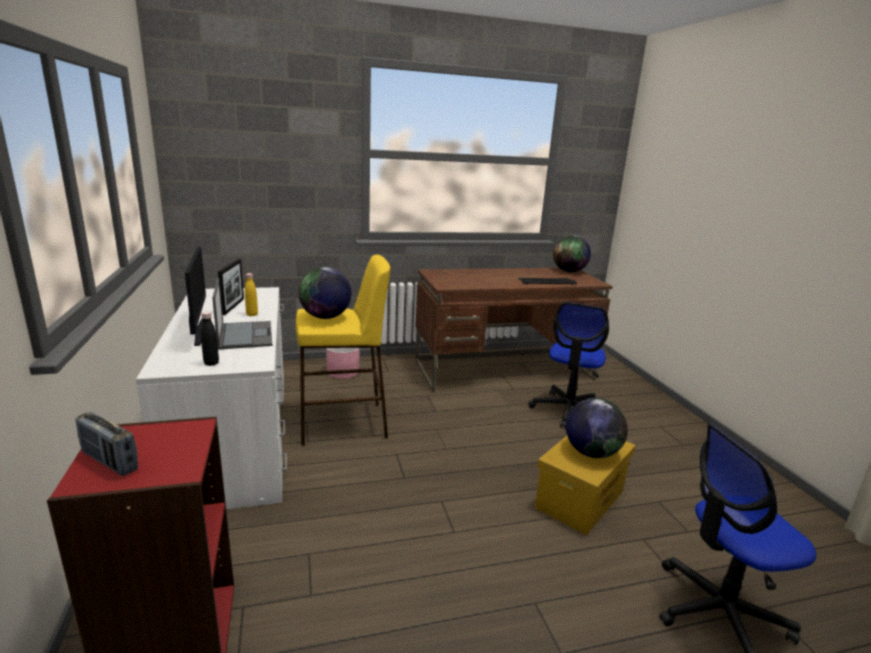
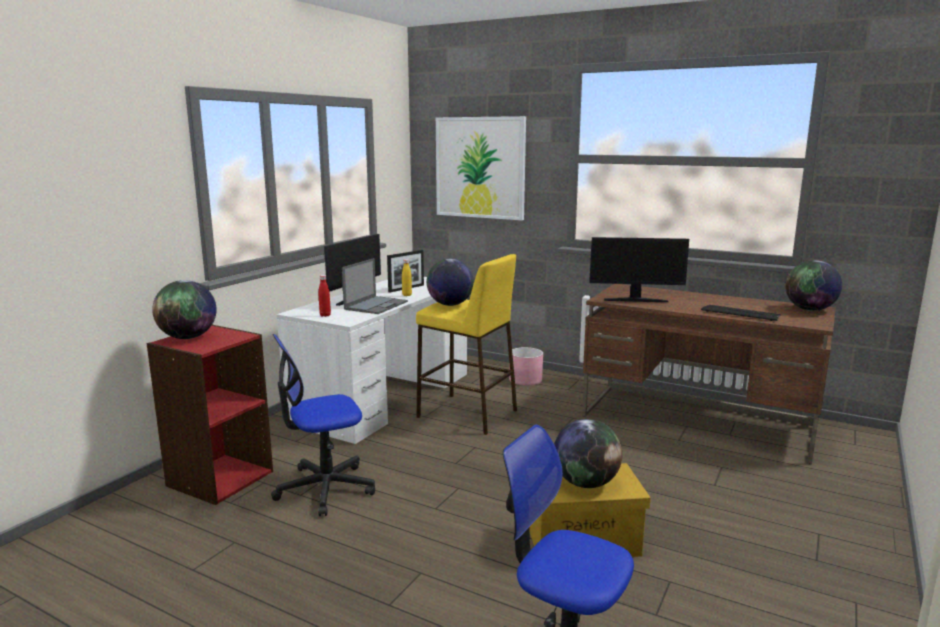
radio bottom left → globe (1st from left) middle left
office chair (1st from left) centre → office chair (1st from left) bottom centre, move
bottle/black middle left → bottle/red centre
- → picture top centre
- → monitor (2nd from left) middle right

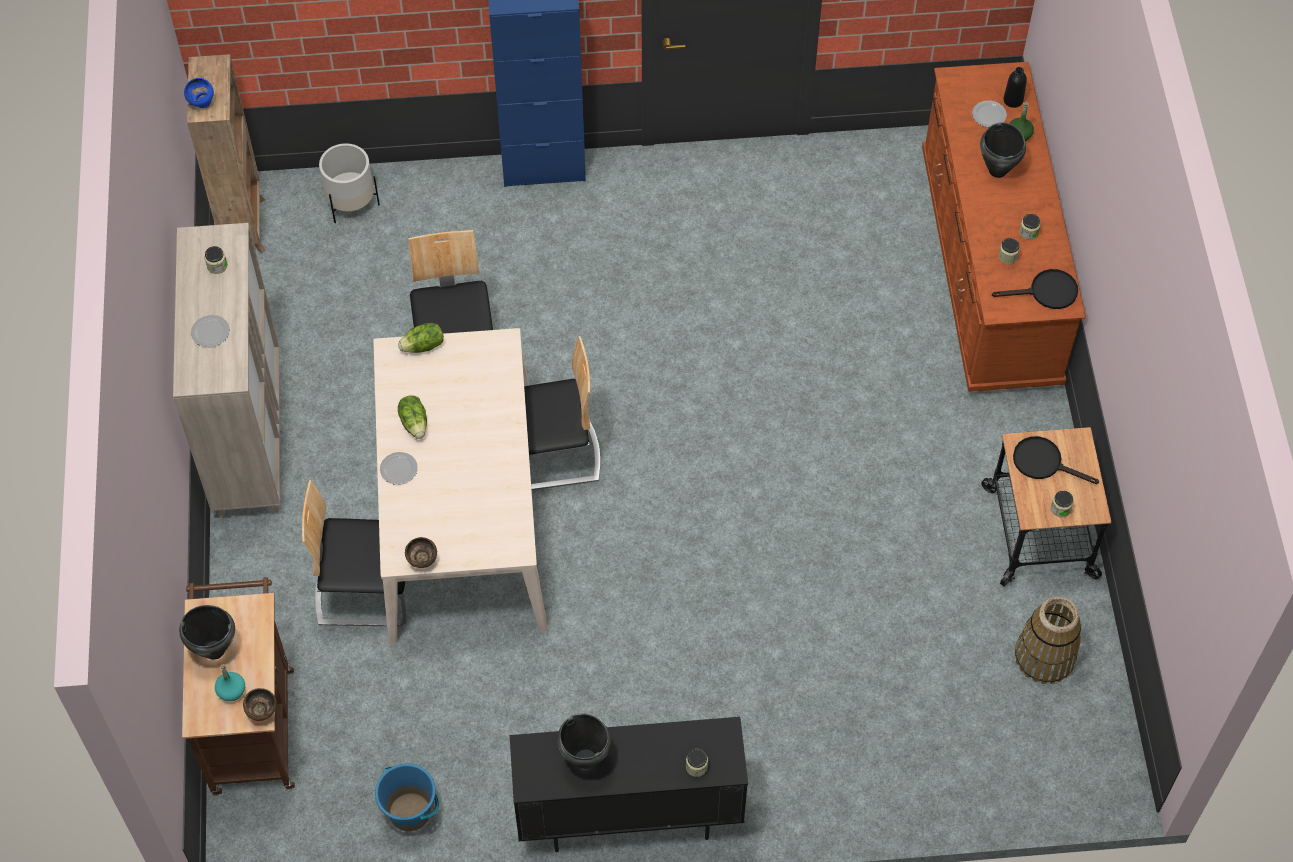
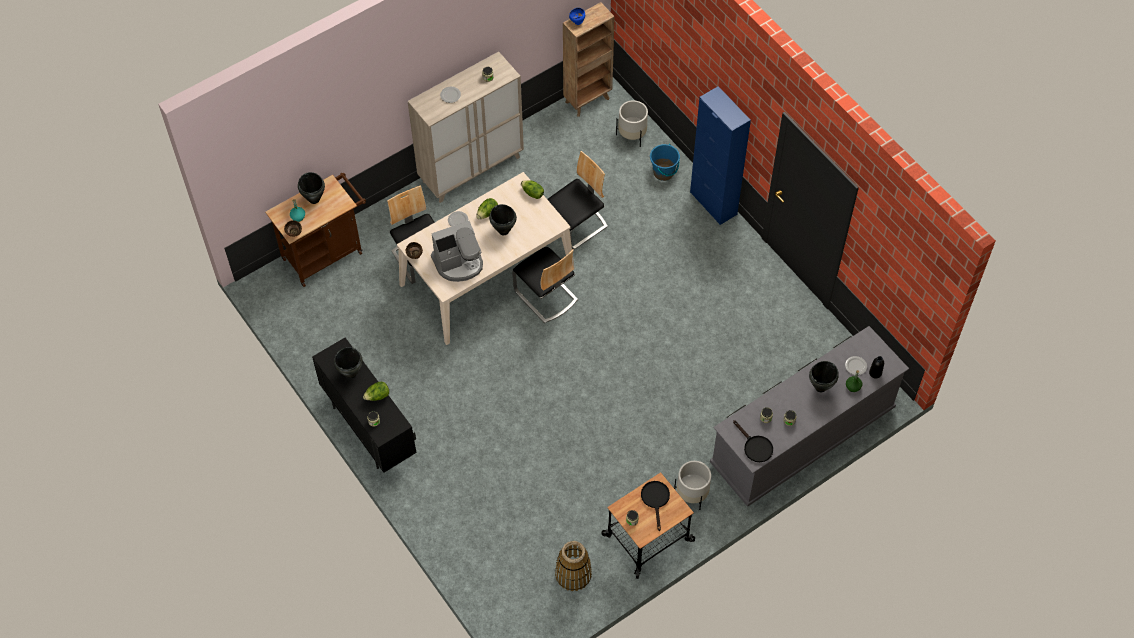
- → lettuce (1st from left) middle left
- → coffee machine centre
- → cooking pot/black (3rd from left) centre
bucket/blue bottom left → bucket/blue top centre, move
- → planter/white (2nd from left) bottom centre
dresser/brown top right → dresser/grey middle right

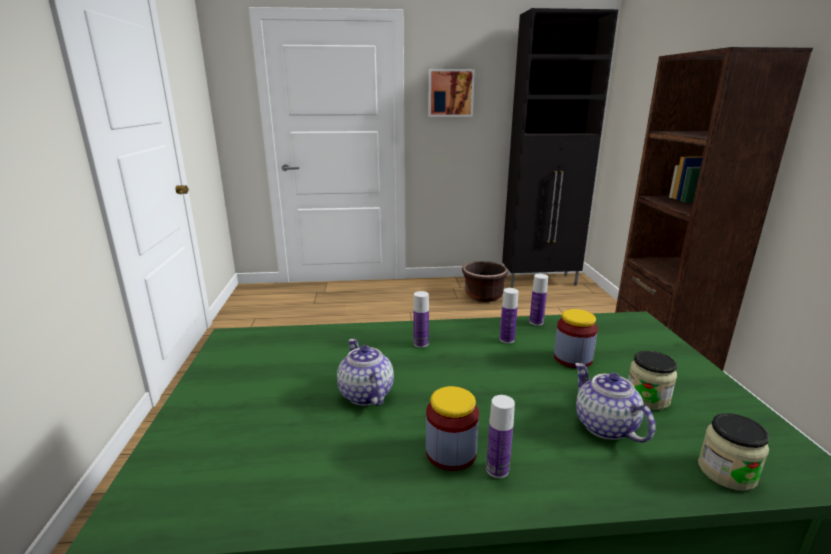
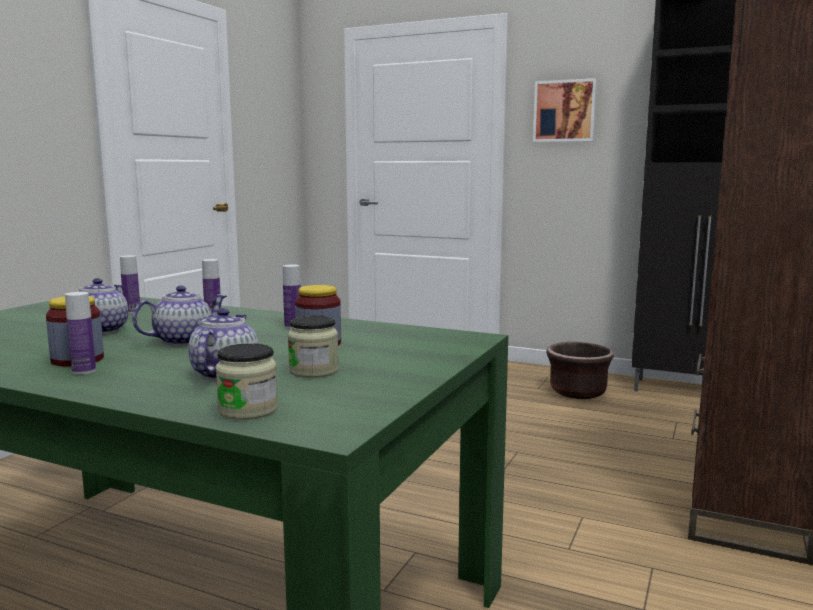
bottle (4th from left in the first image) centre → bottle (2nd from left) middle left, move
- → teapot (2nd from left) middle left

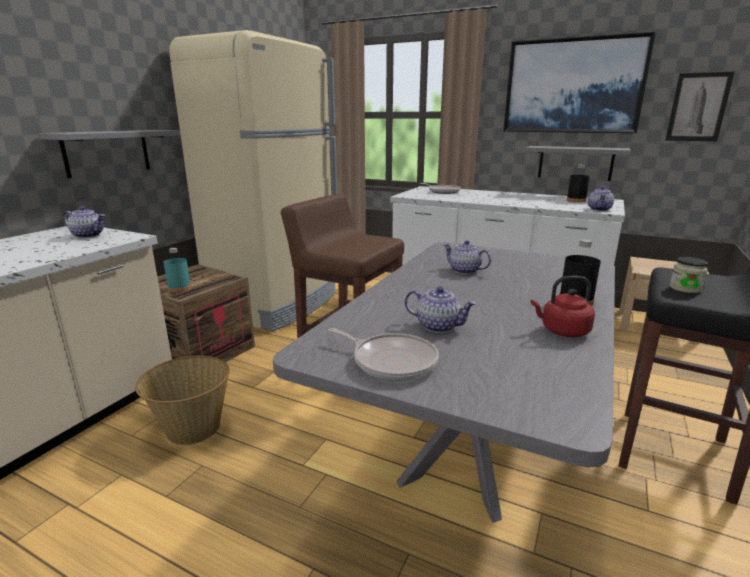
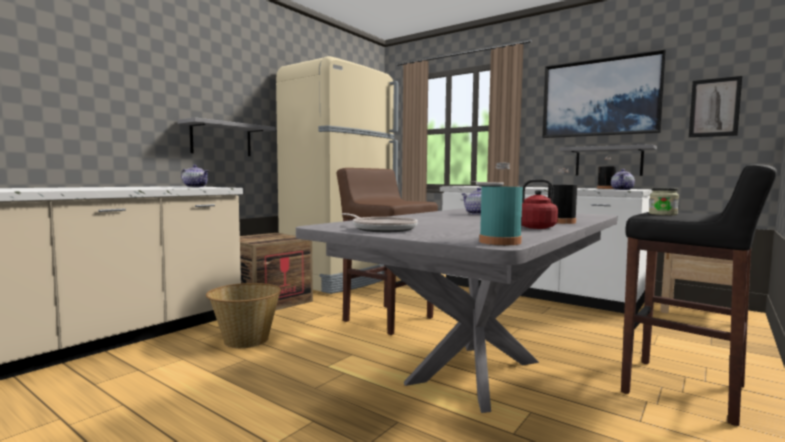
bottle/turquoise middle left → bottle/turquoise centre, move
teapot (2nd from left) centre → -

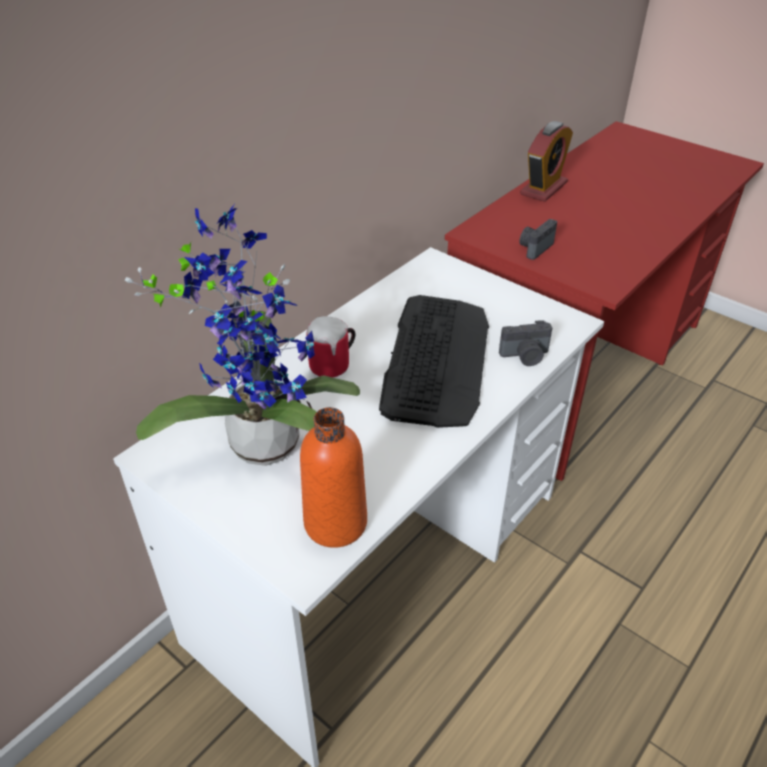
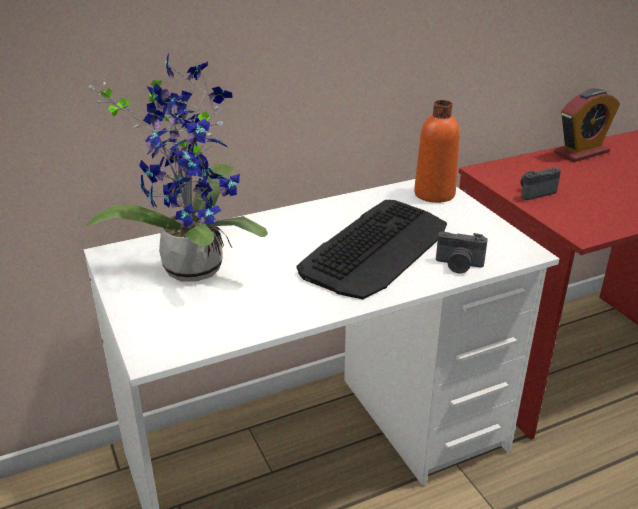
bottle/orange centre → bottle/orange top right, move
mug centre → -

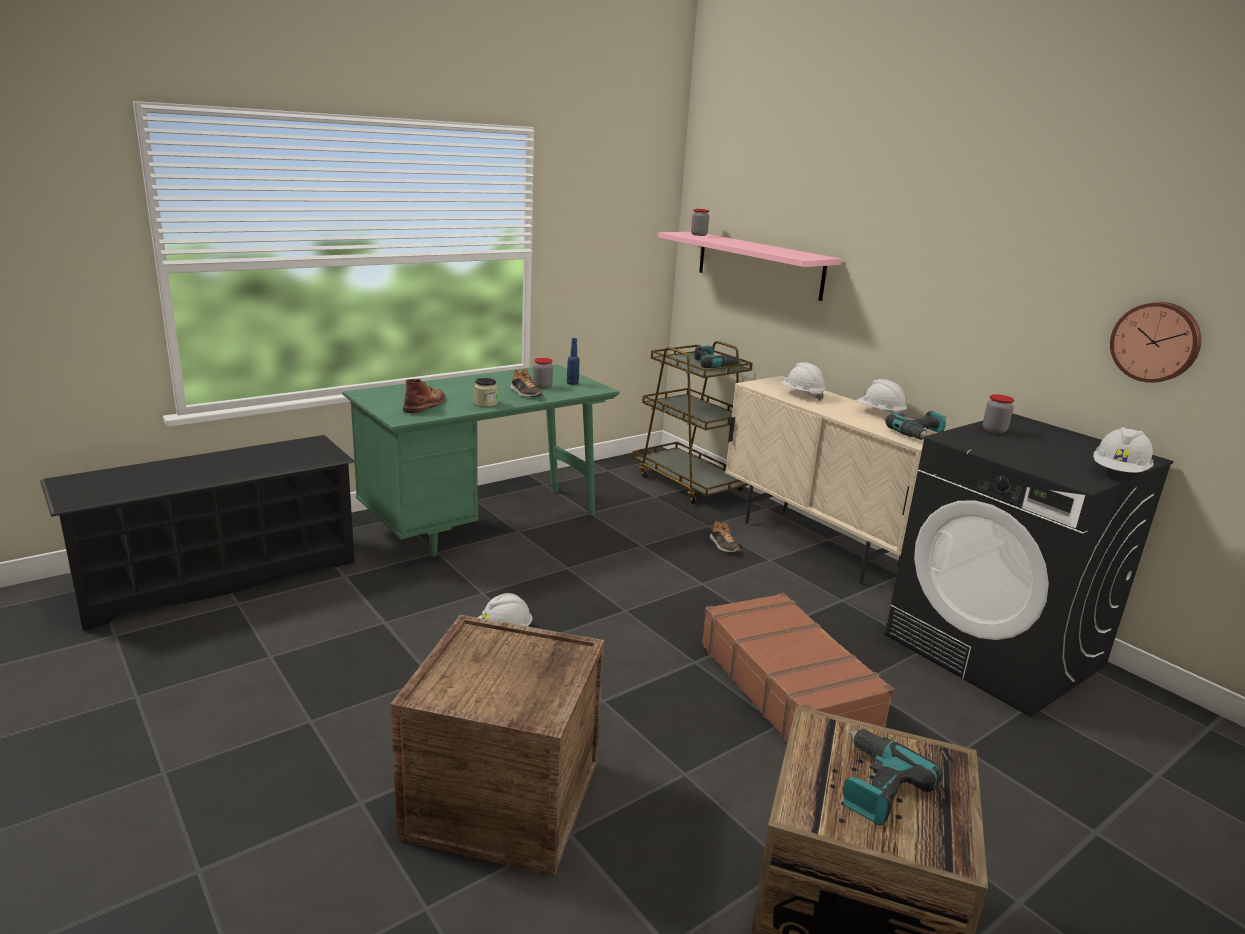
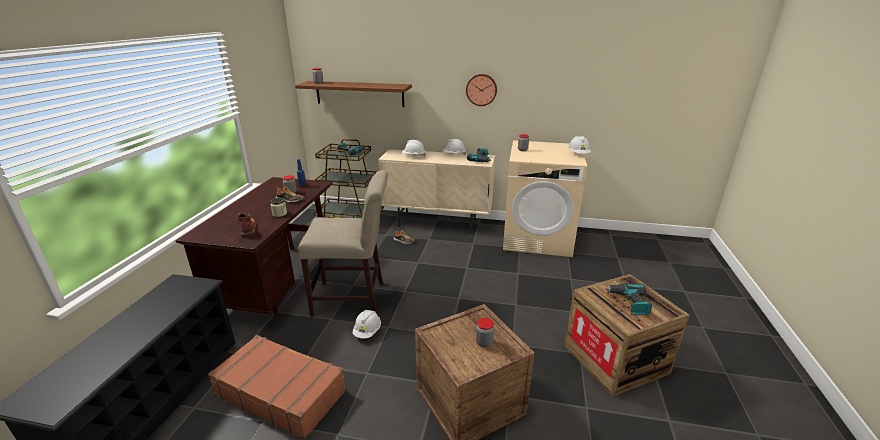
desk/green centre → desk/brown middle left
suitcase/brown bottom centre → suitcase/brown bottom left, move
shelf/pink top centre → shelf/brown top centre
- → chair/beige centre
wall clock middle right → wall clock top centre, move
- → jar (4th from left) bottom centre
washing machine/black middle right → washing machine/beige centre

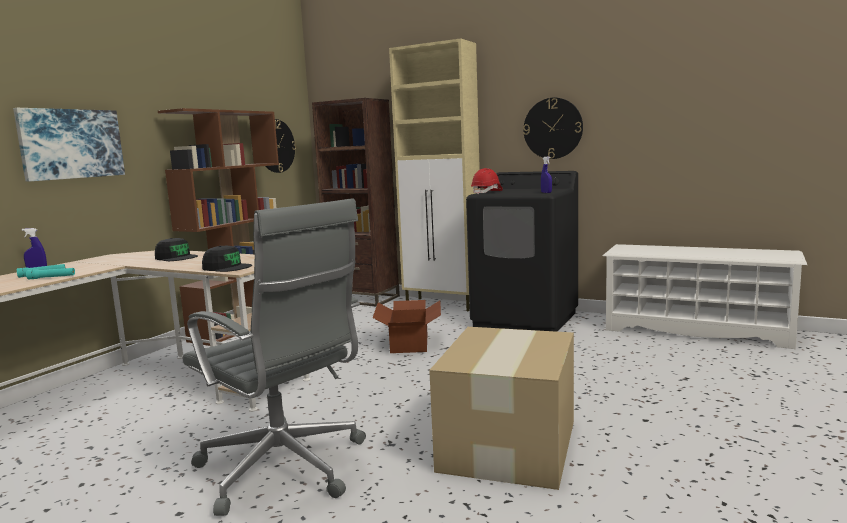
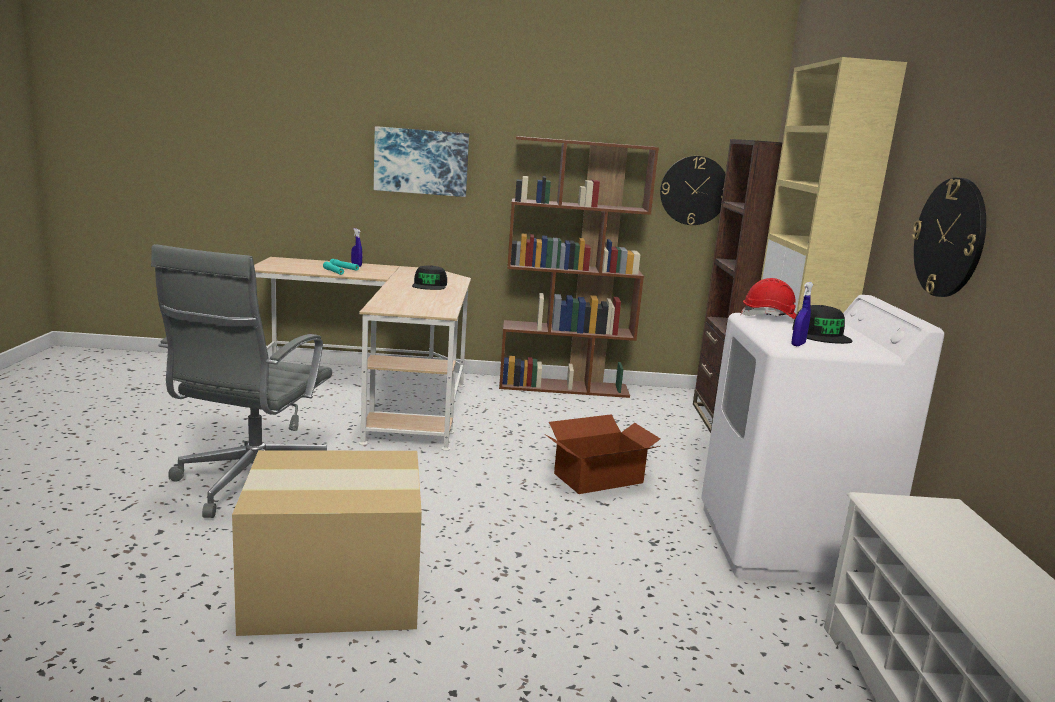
washing machine/black centre → washing machine/white middle right
cap/black (2nd from left) middle left → cap/black (2nd from left) middle right, move

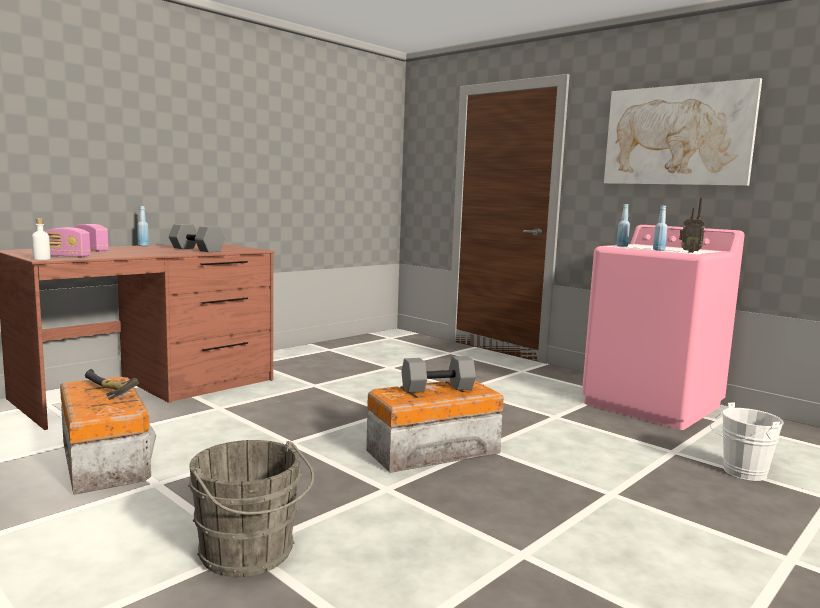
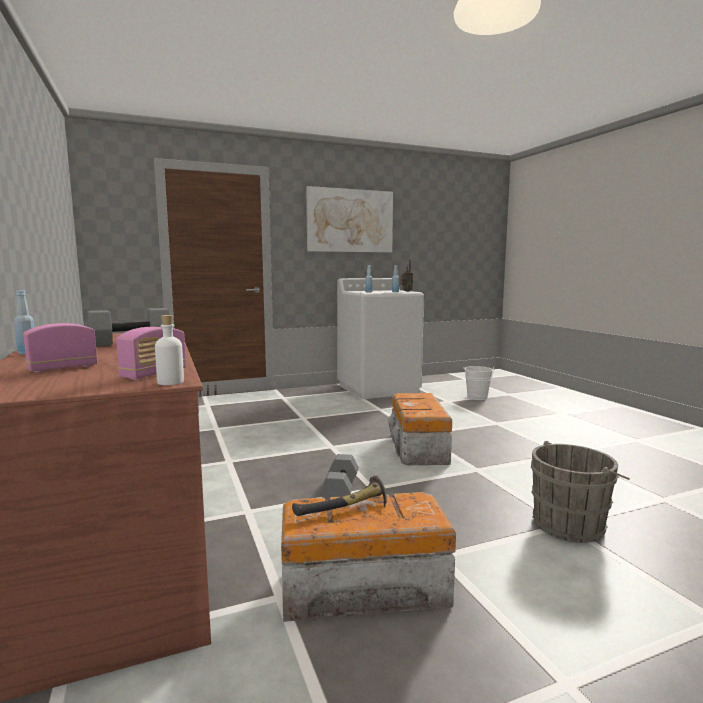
dumbbell/grey (2nd from left) centre → dumbbell/grey (2nd from left) bottom centre, move
washing machine/pink middle right → washing machine/white centre

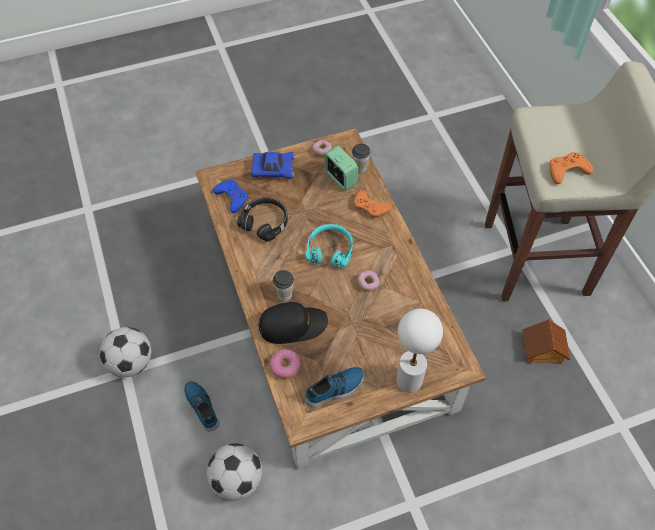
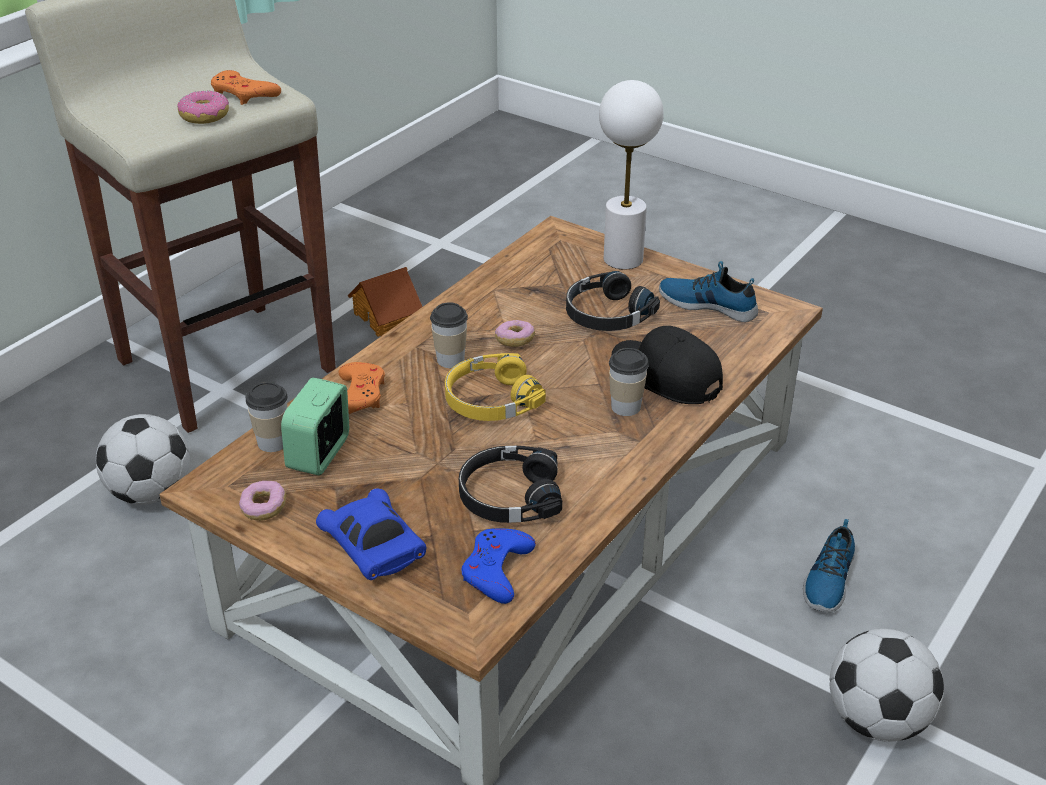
football (2nd from left in the first image) bottom centre → football (1st from left) middle left, move
donut (1st from left) bottom centre → donut (1st from left) top left, move
- → cup (2nd from left) centre
headphones/turquoise centre → headphones/yellow centre
- → headphones/black (2nd from left) centre

